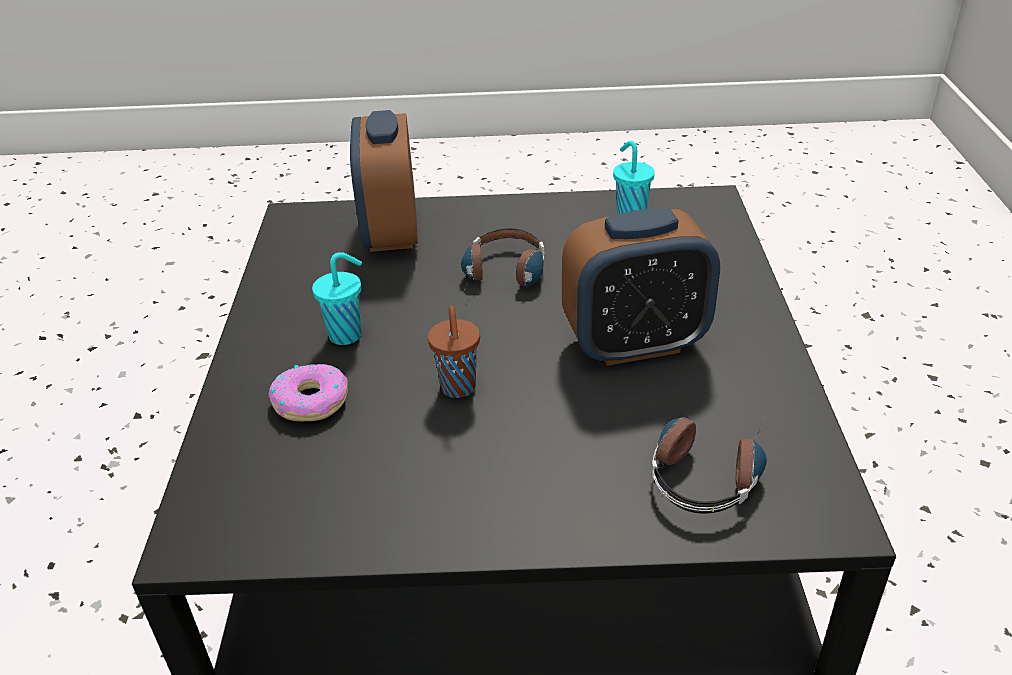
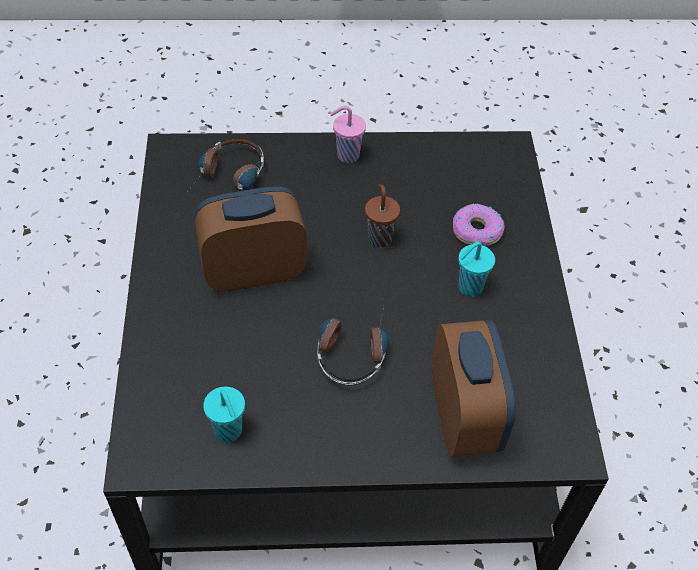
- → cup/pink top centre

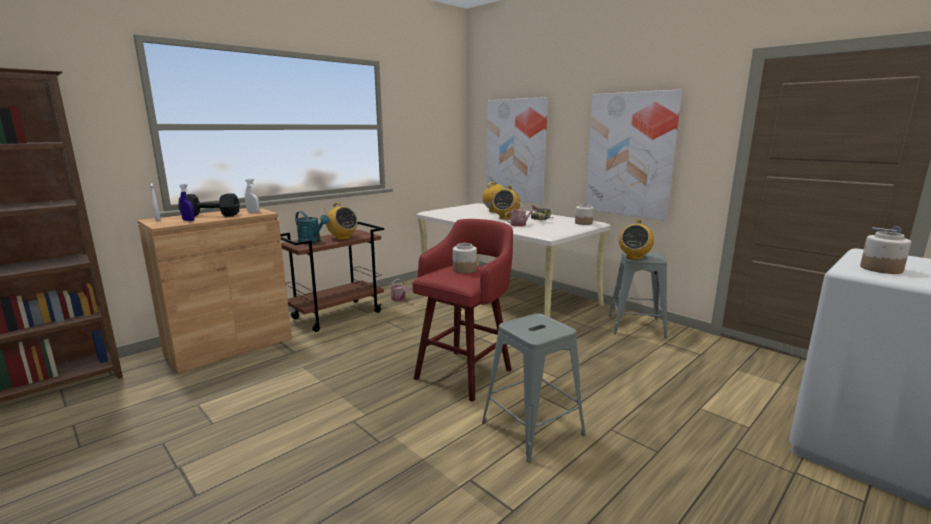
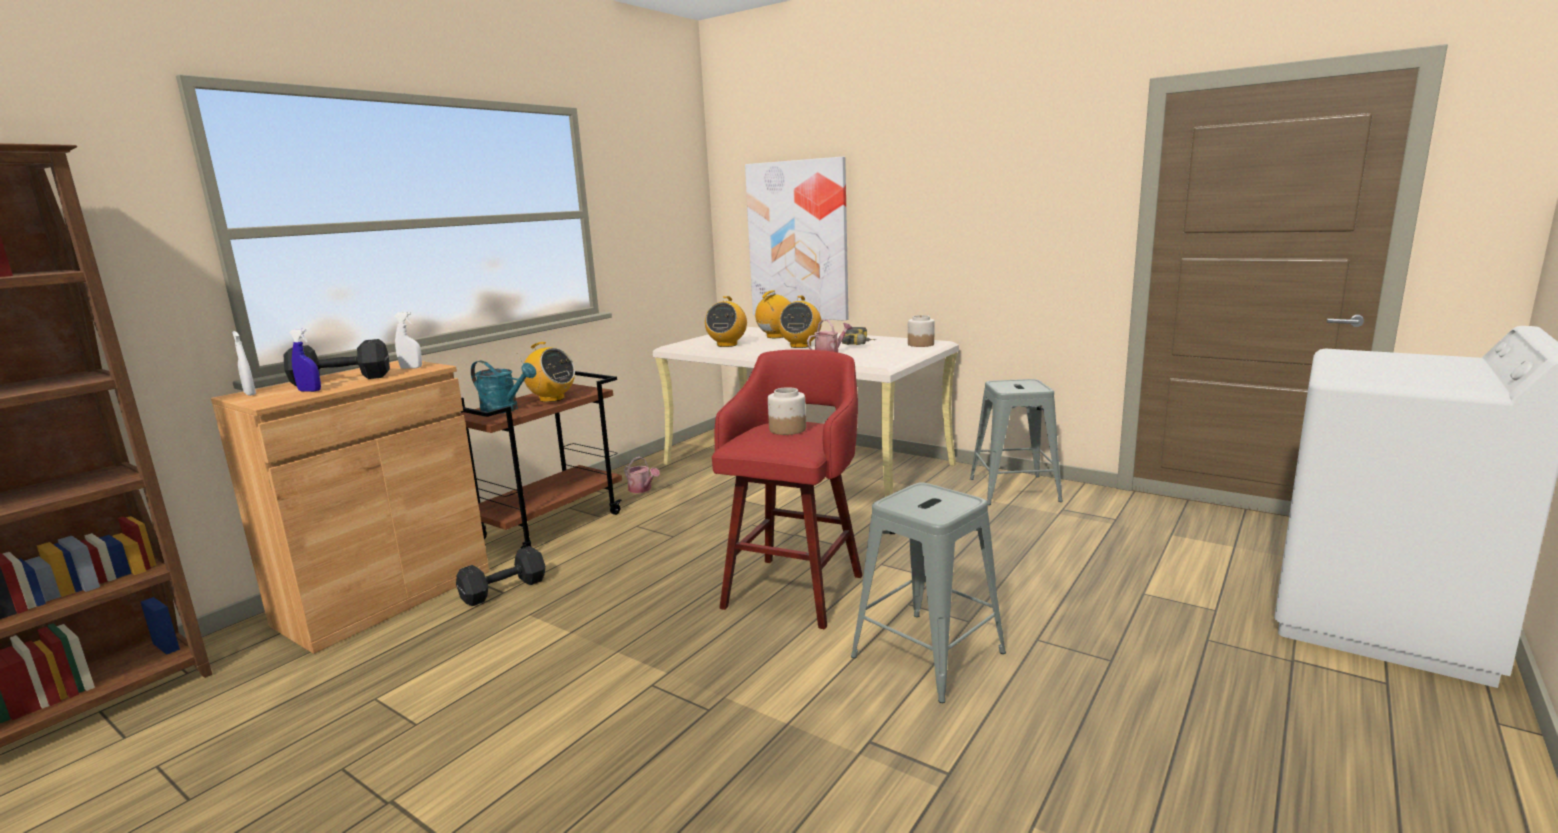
- → dumbbell/black (2nd from left) bottom left
radio (4th from left in the first image) middle right → radio (2nd from left) centre, move
picture (2nd from left) top right → -
jar (3rd from left) middle right → -

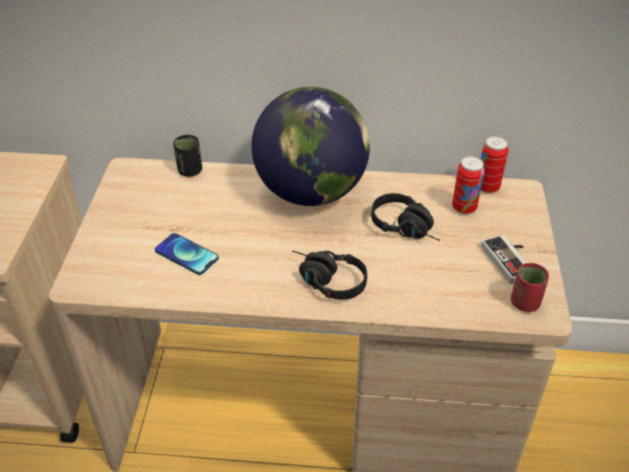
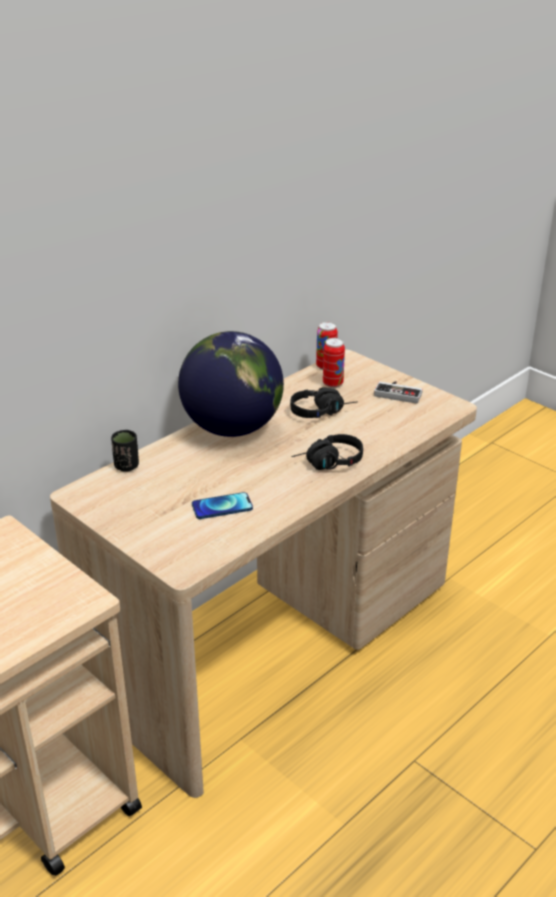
cup/red middle right → -

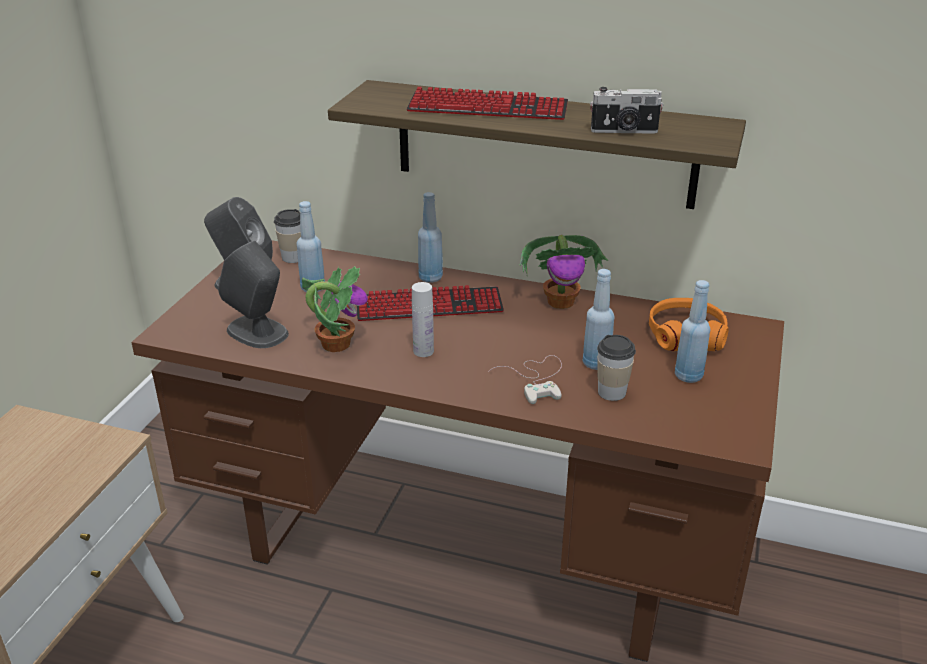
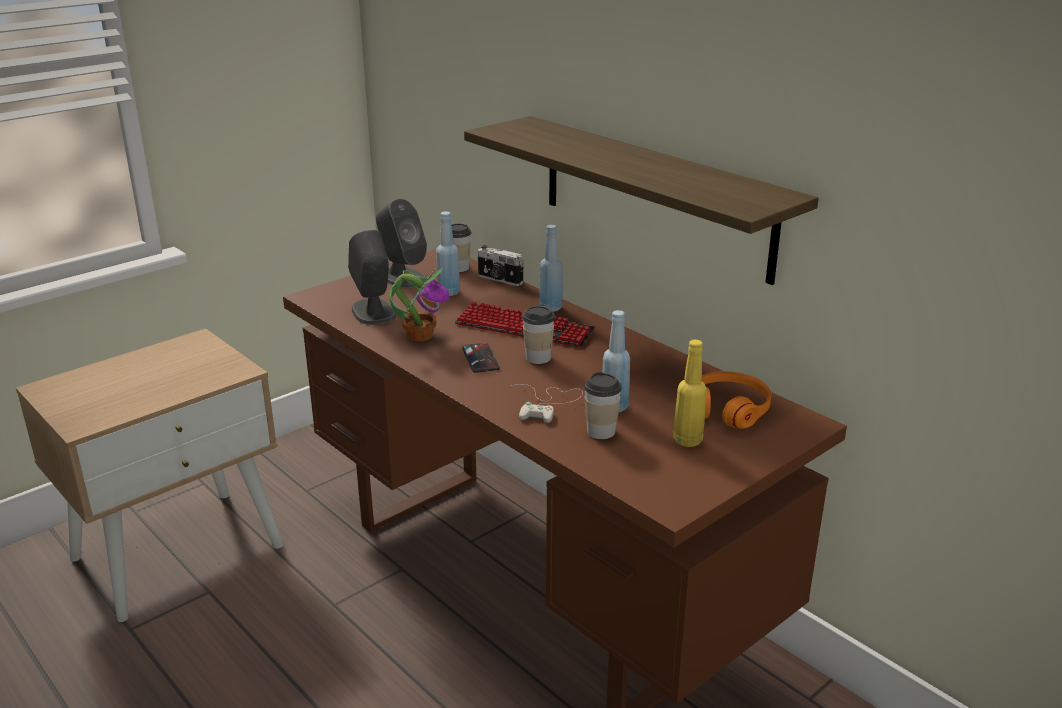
bottle/white centre → phone centre
photo camera top right → photo camera centre, move
- → cup (2nd from left) centre
bottle/blue (4th from left) middle right → bottle/yellow centre
keyboard (2nd from left) top centre → -
potted plant (2nd from left) centre → -

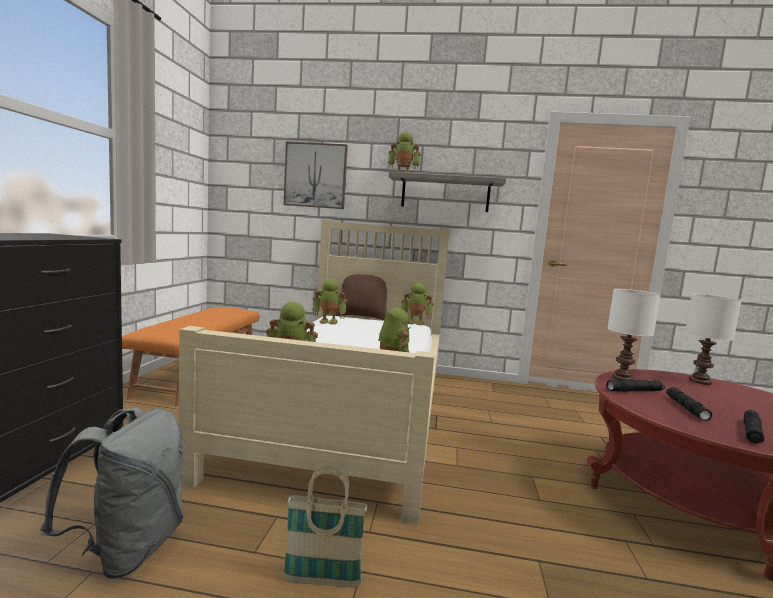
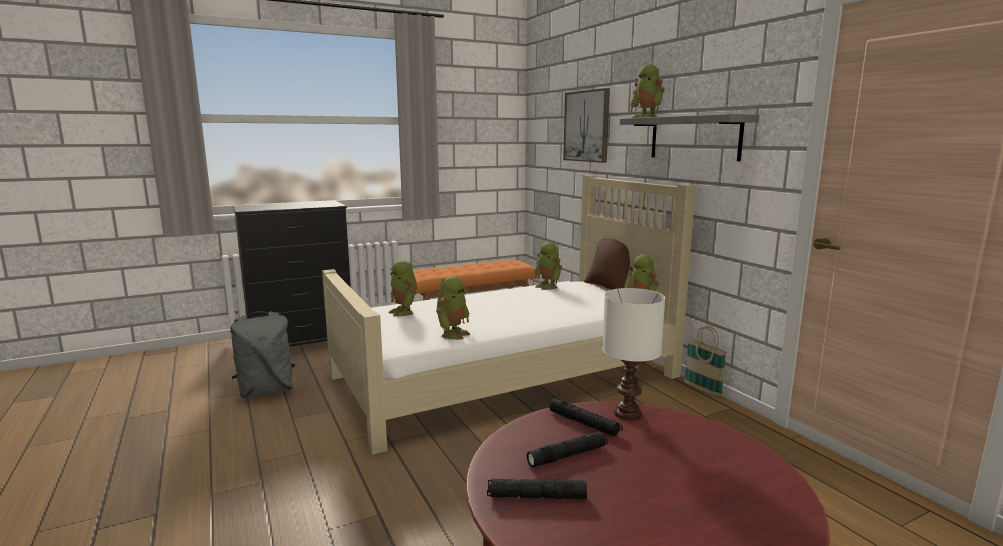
basket bottom centre → basket middle right, move
table lamp/white (2nd from left) middle right → -

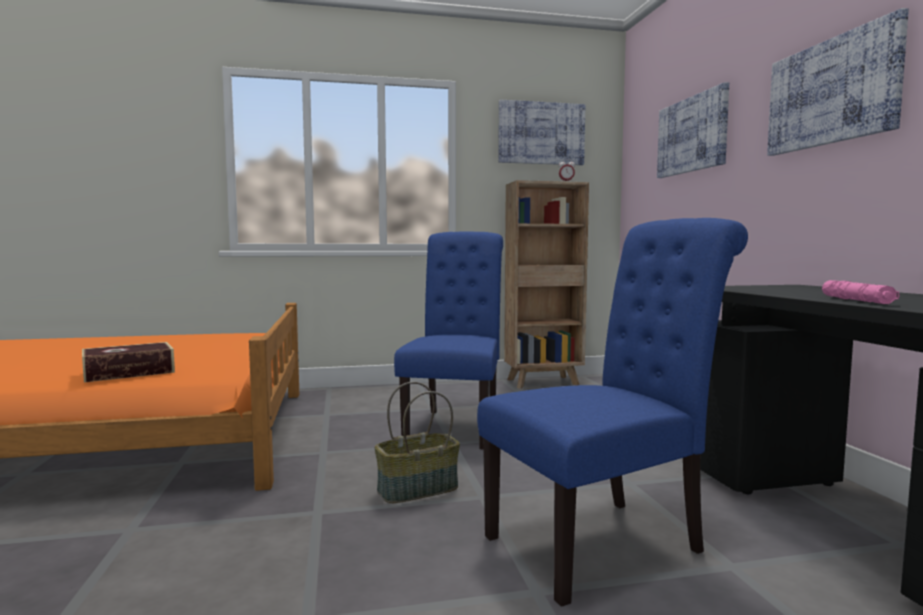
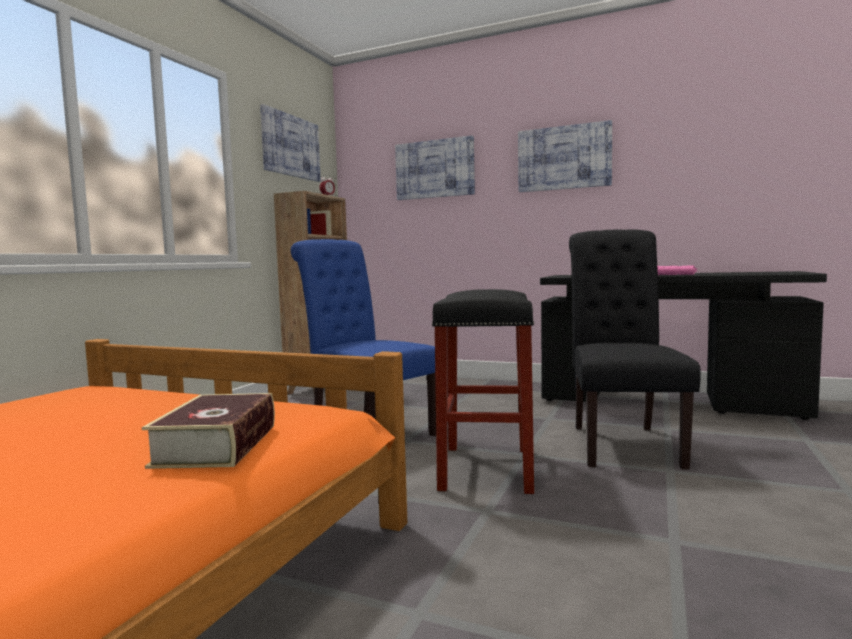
basket bottom centre → stool/black centre
chair/blue (2nd from left) bottom centre → chair/black middle right

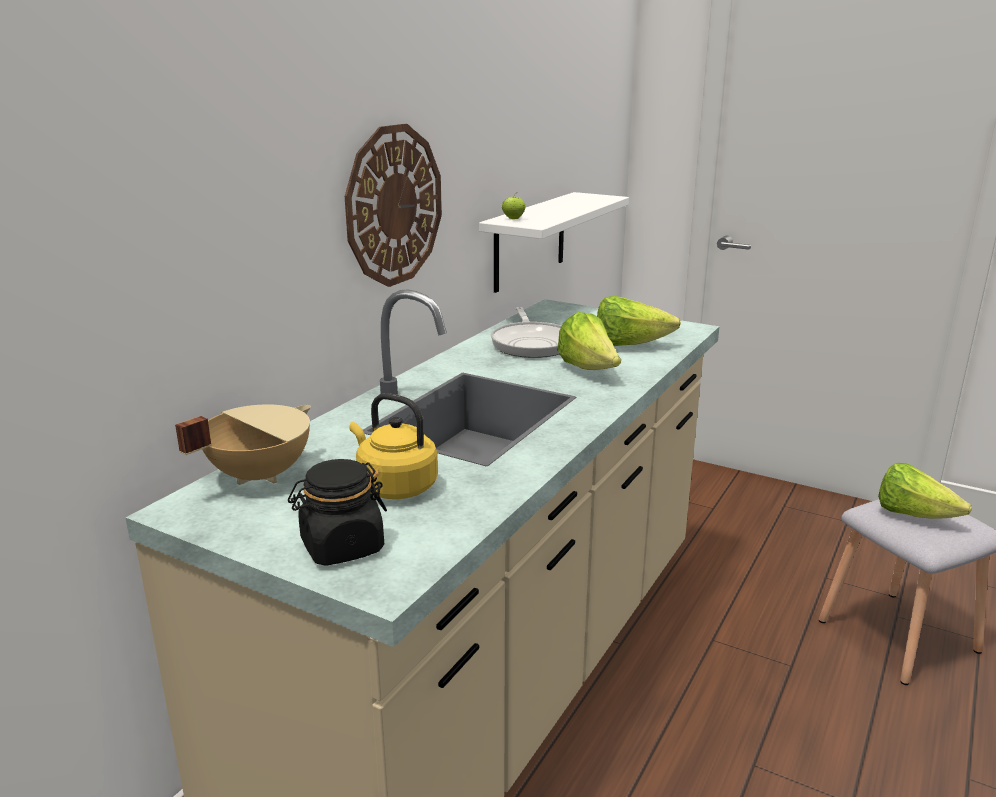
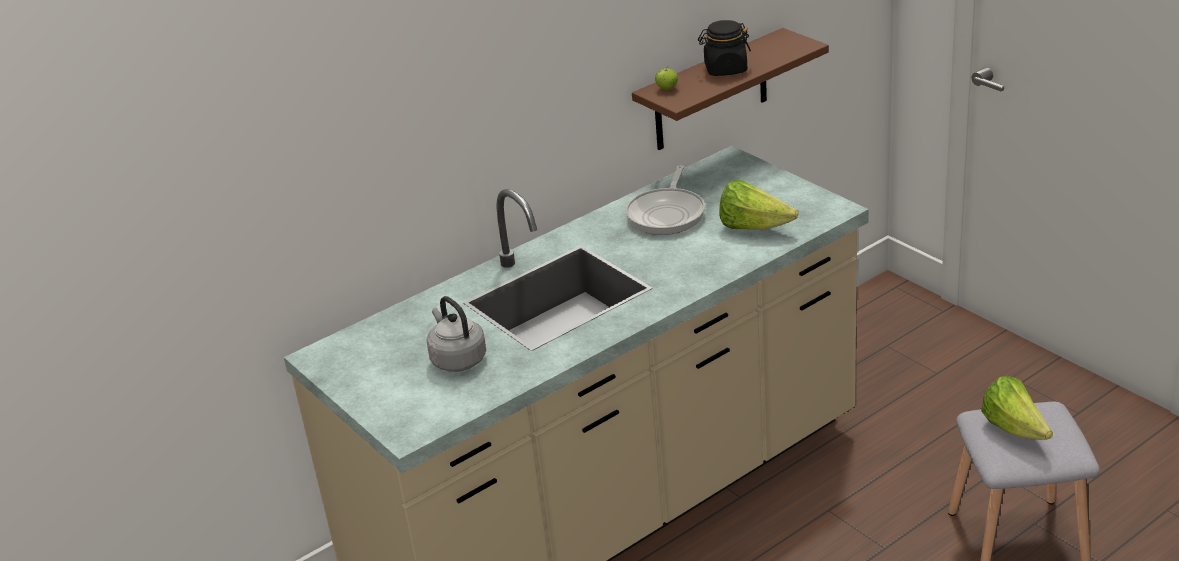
kettle/yellow centre → kettle/grey centre
shelf/white top centre → shelf/brown top centre
jar/black centre → jar/black top centre, move
cooking pot/beige middle left → -
wall clock top centre → -
lettuce (1st from left) centre → -

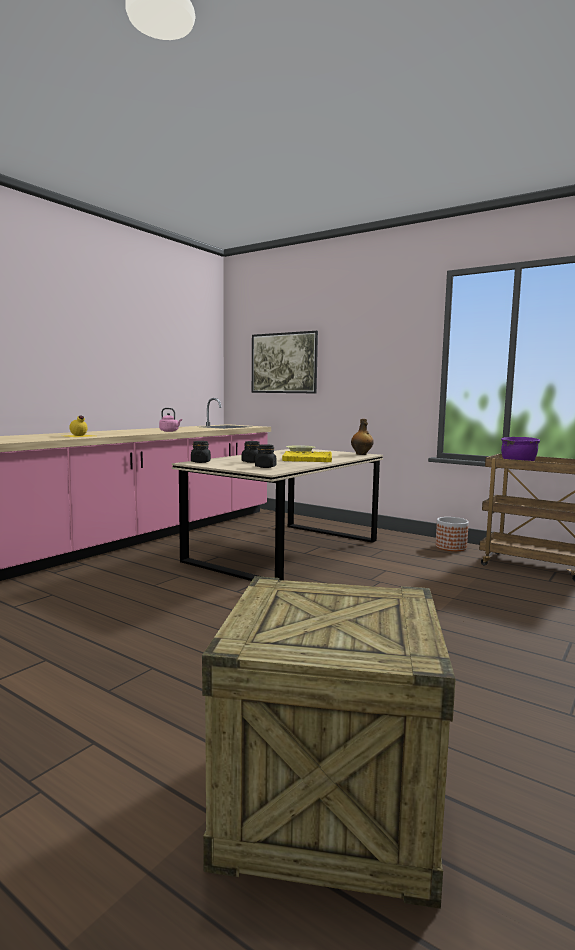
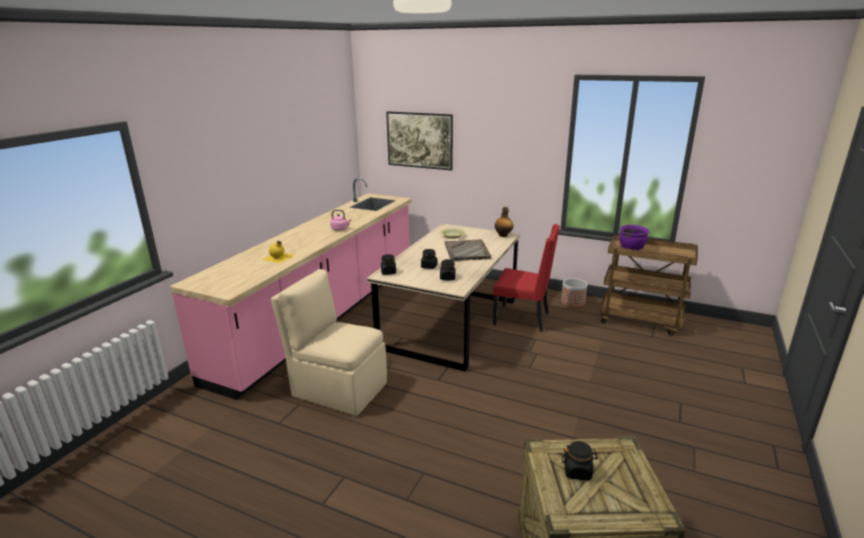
- → chair/beige centre
tray/yellow centre → tray/grey centre
- → chair/red centre
- → jar/black (4th from left) bottom right

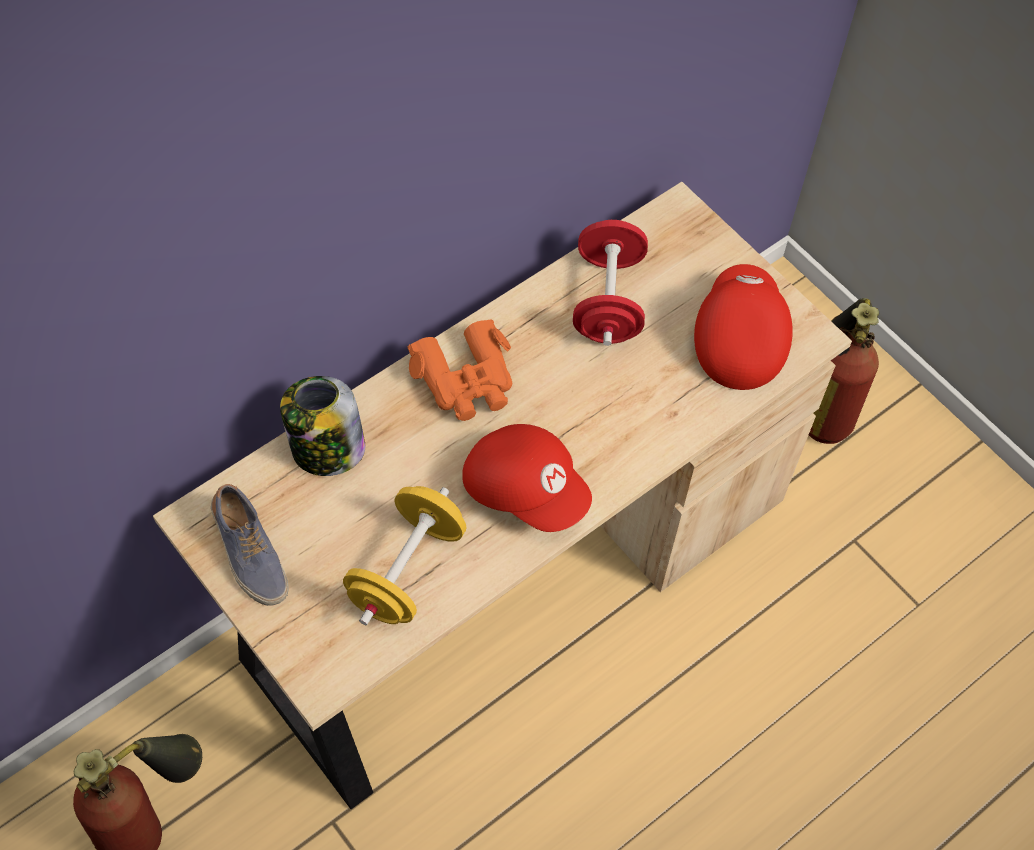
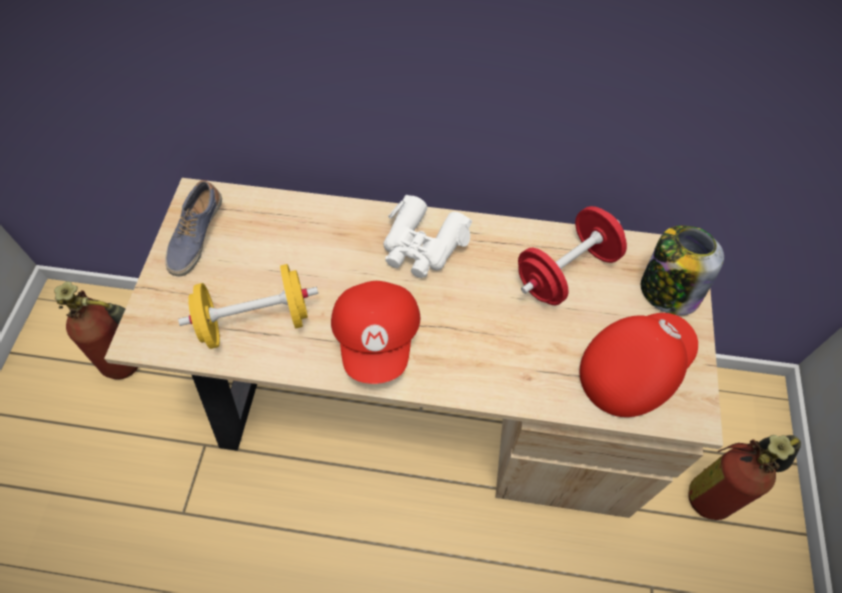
binoculars/orange centre → binoculars/white centre
jar middle left → jar middle right, move

